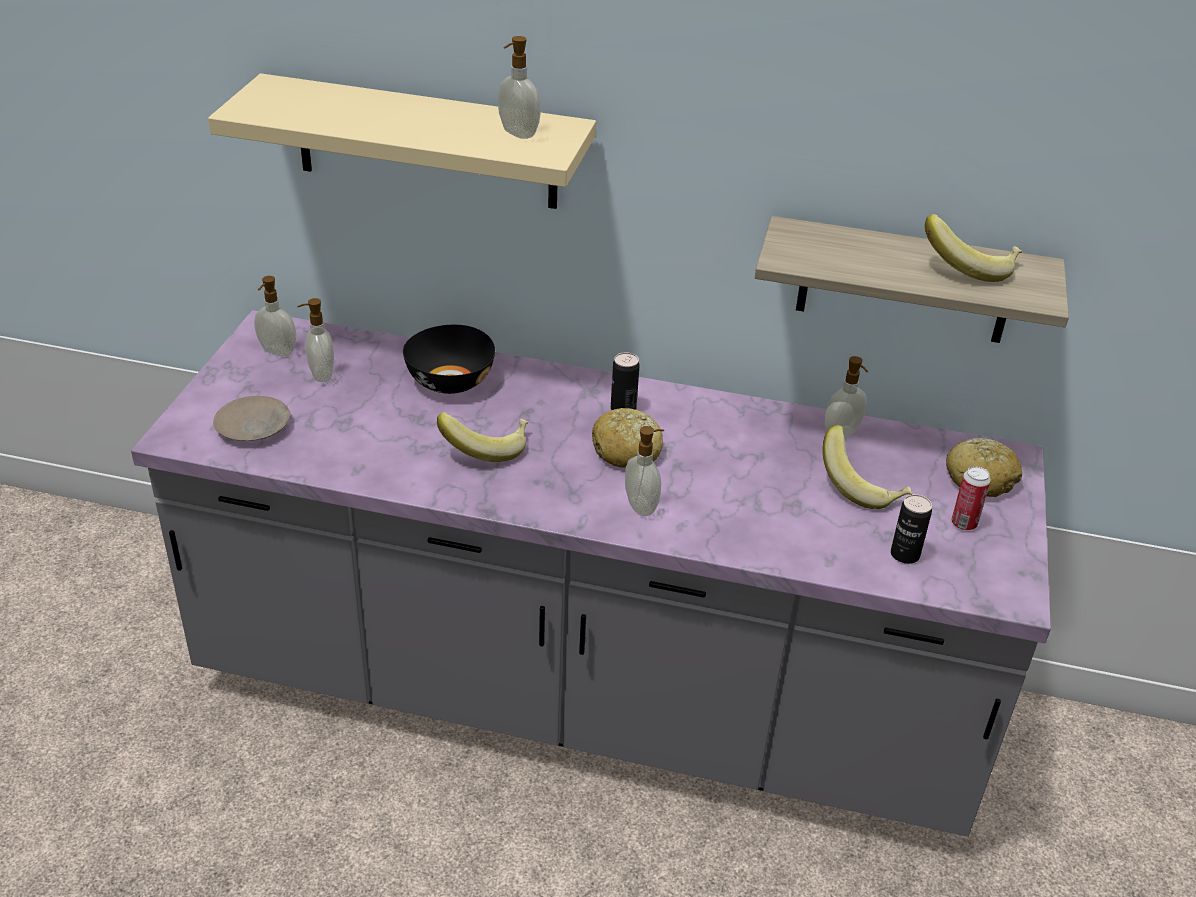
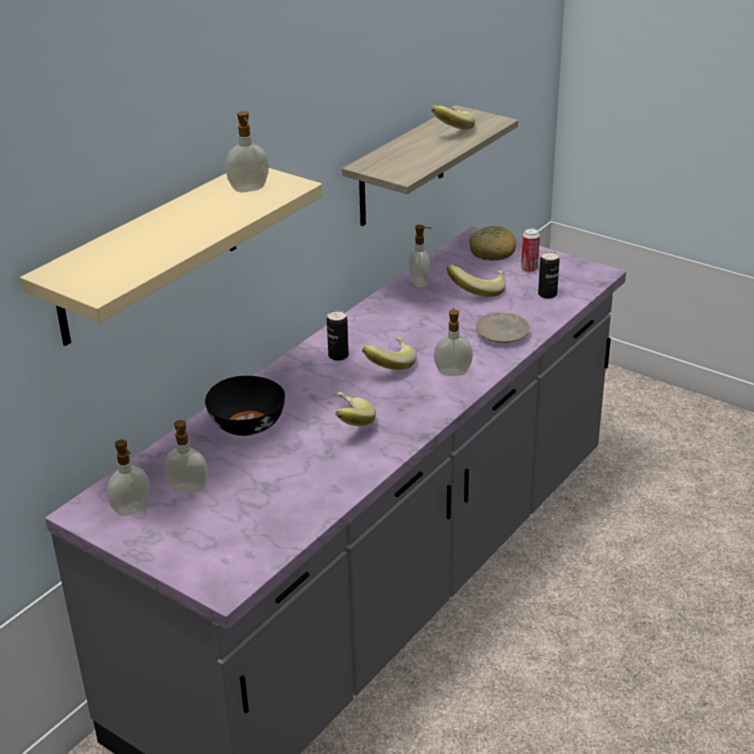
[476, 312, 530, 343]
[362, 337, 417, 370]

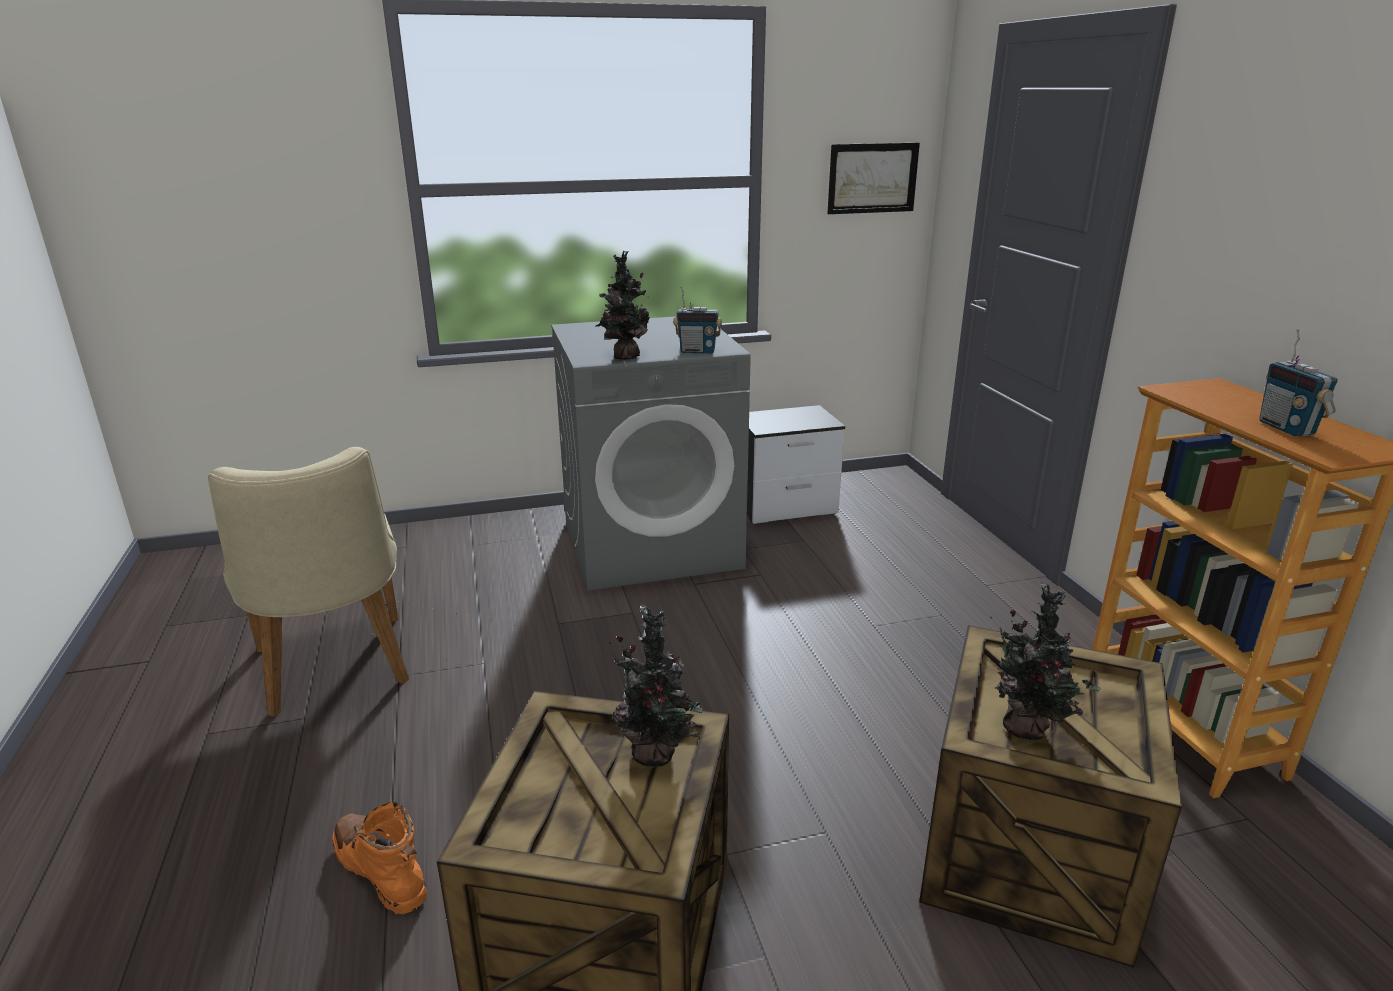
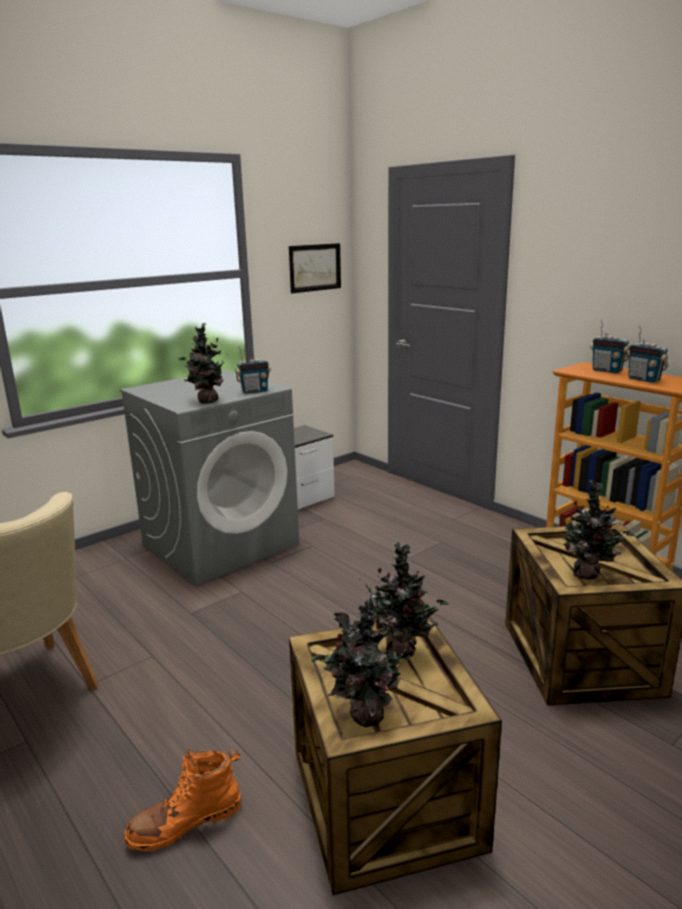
[124, 749, 241, 851]
[591, 320, 629, 373]
[311, 592, 415, 727]

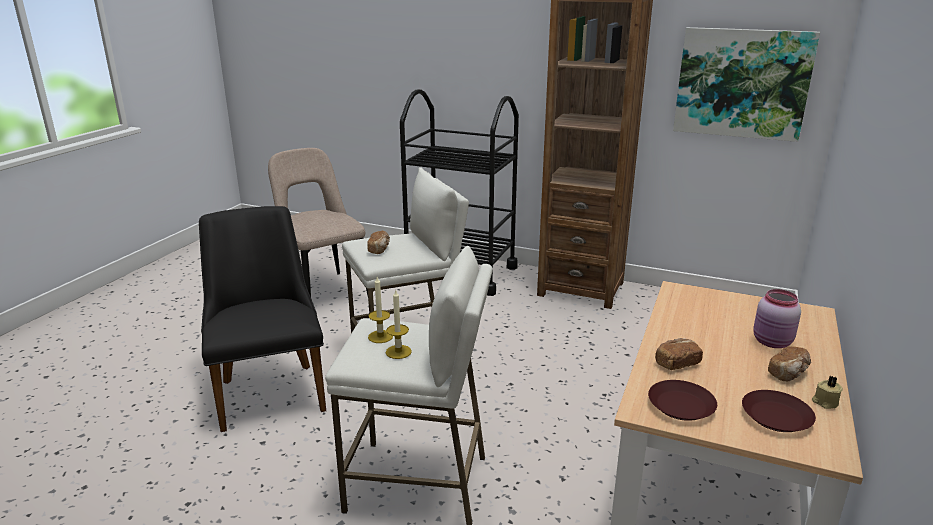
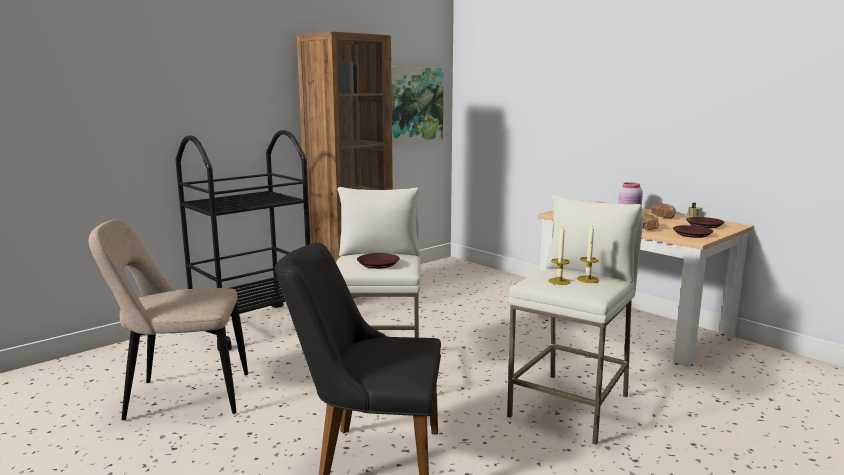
[357, 253, 400, 269]

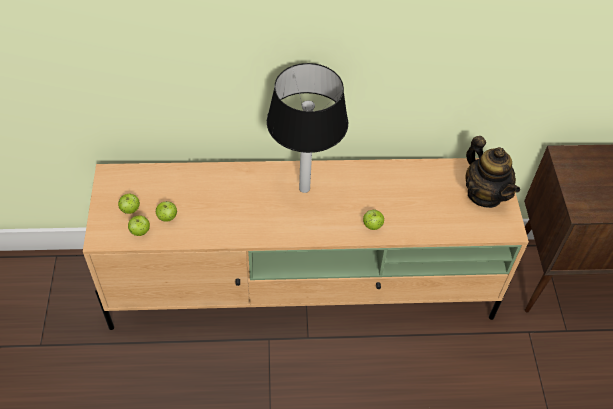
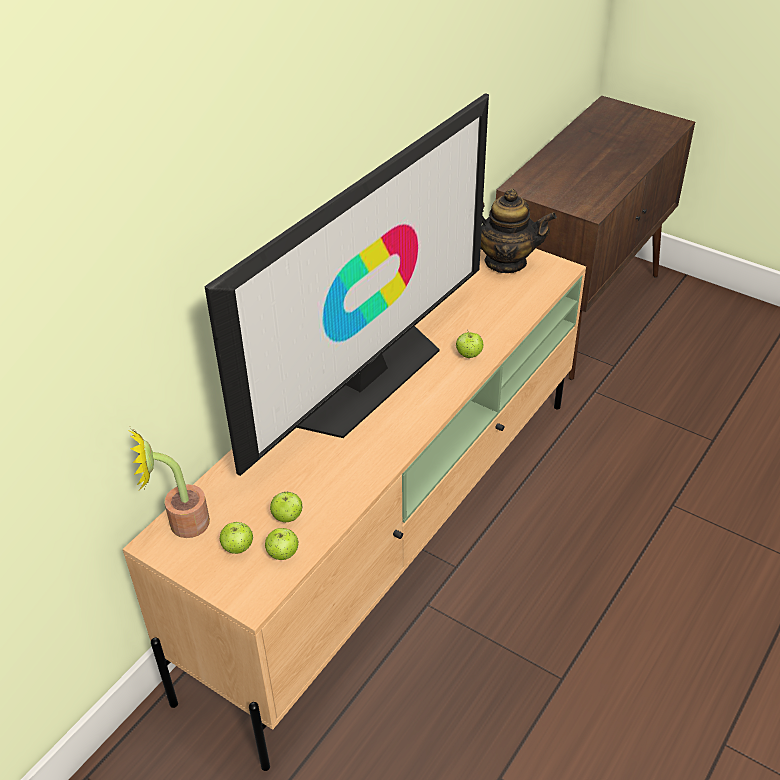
[204, 93, 489, 476]
[130, 429, 210, 538]

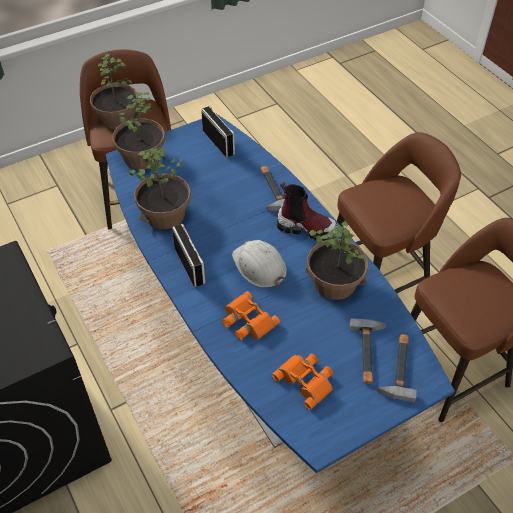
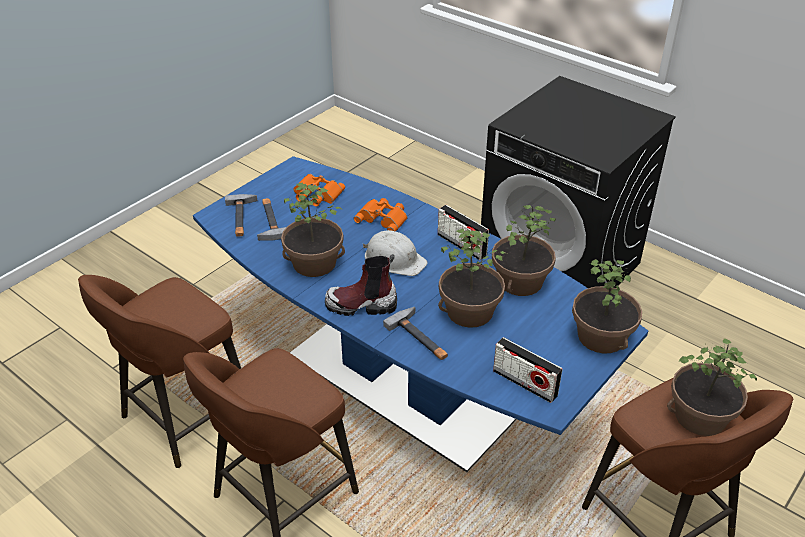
[438, 229, 507, 328]

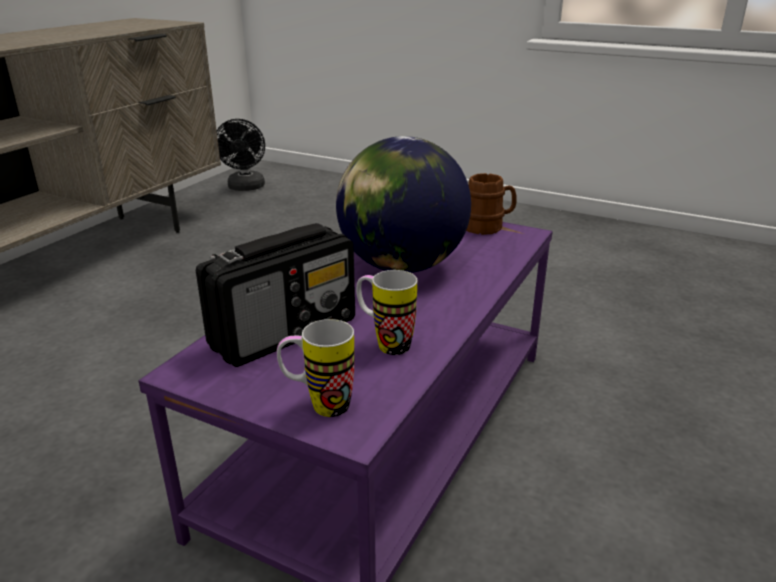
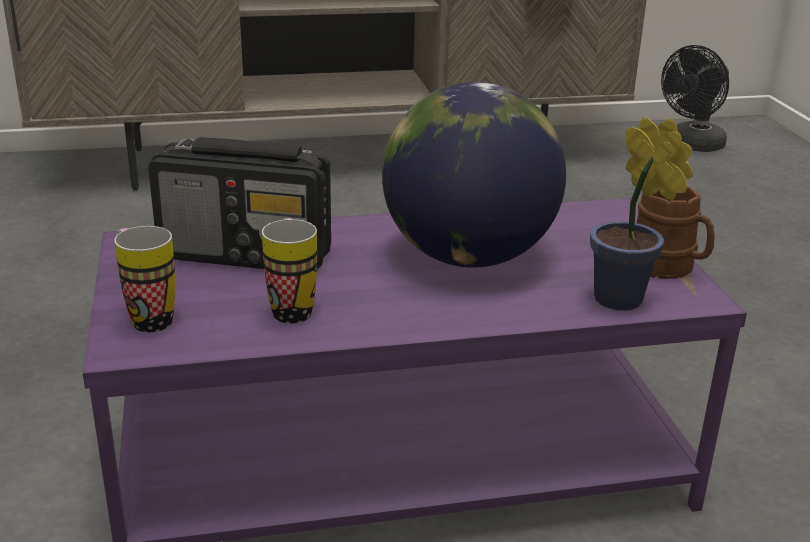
[590, 117, 693, 310]

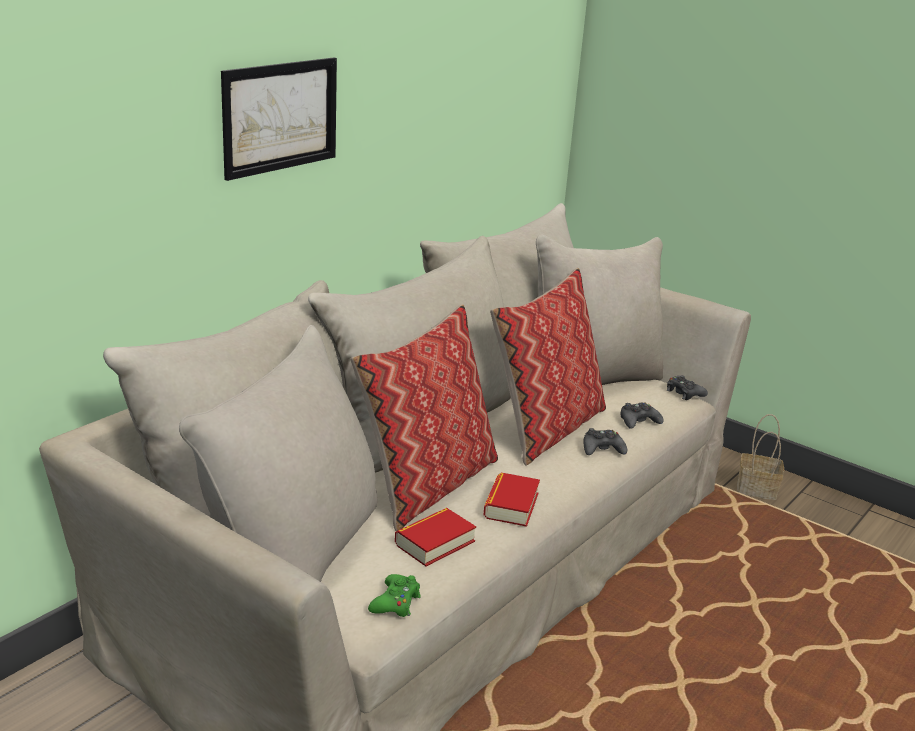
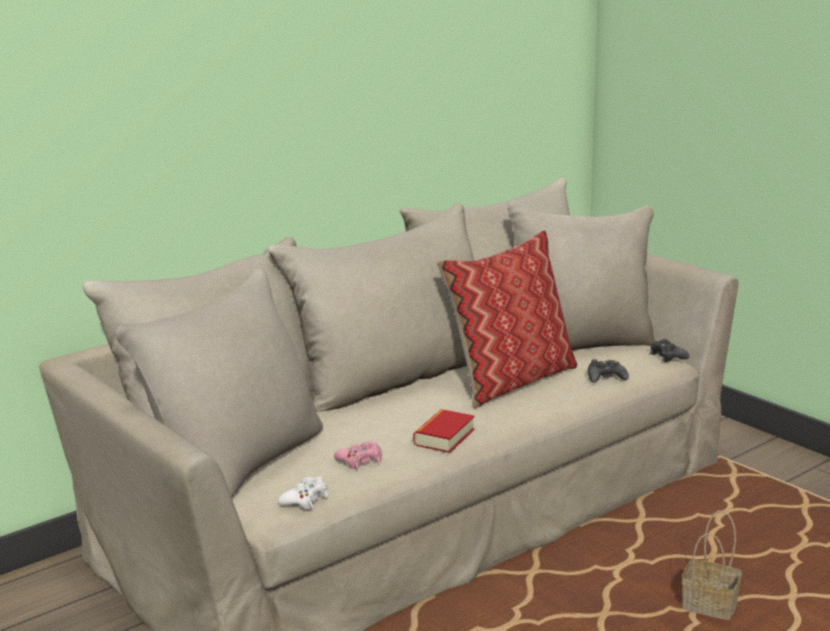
[221, 58, 337, 181] (first image)
[350, 304, 498, 531] (first image)
[681, 511, 742, 620]
[584, 428, 627, 455] (first image)
[334, 441, 382, 469]
[278, 477, 328, 509]

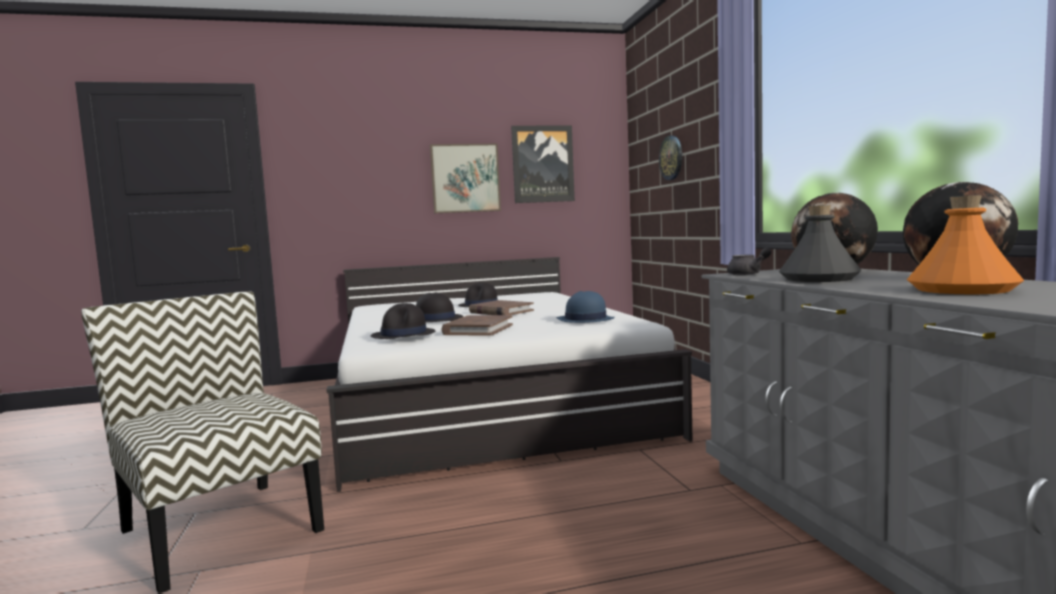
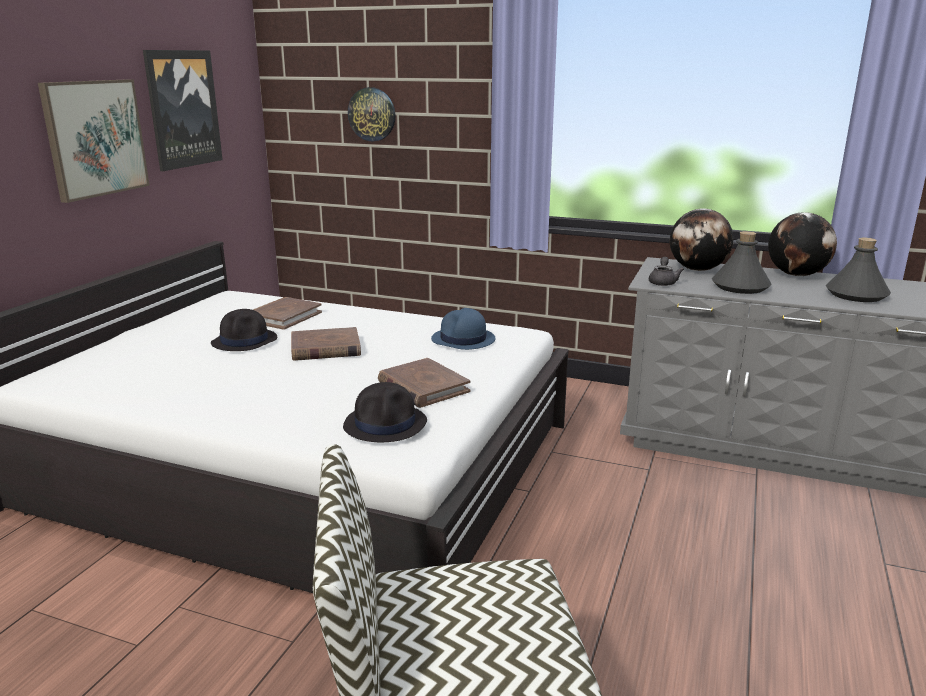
[826, 238, 891, 302]
[416, 292, 463, 322] (first image)
[253, 297, 322, 330]

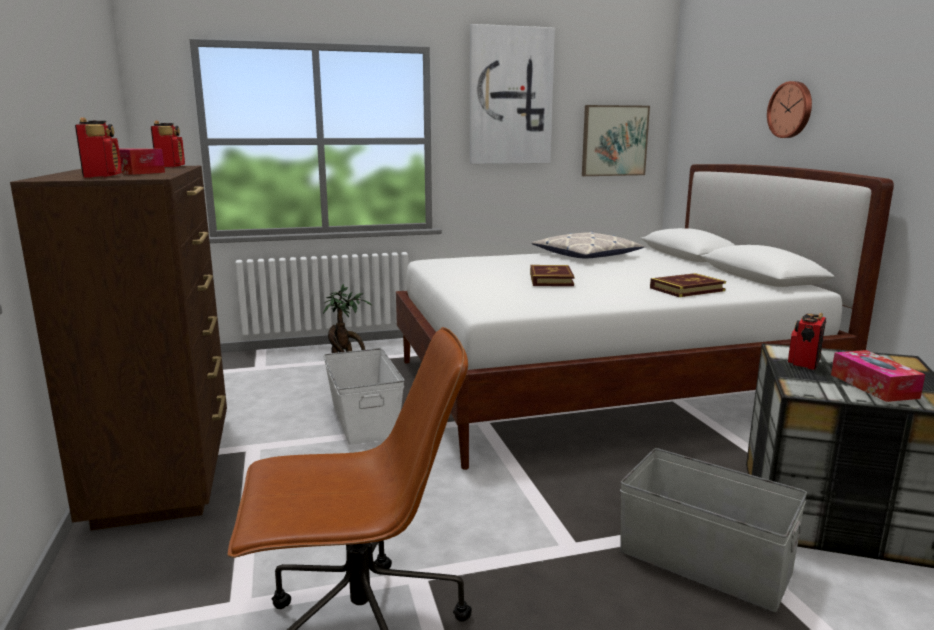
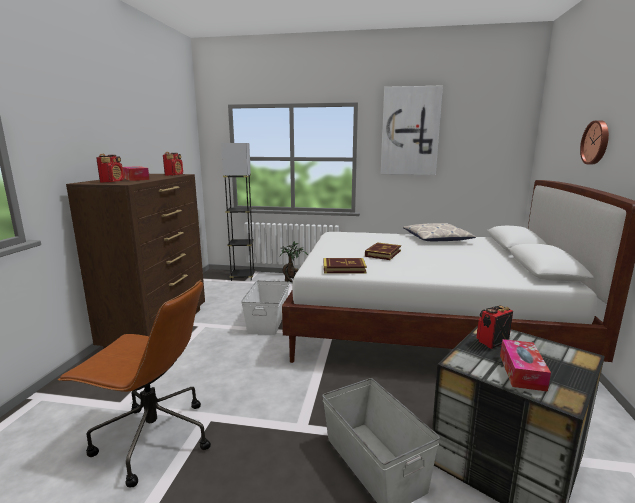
[582, 105, 650, 176] (first image)
[324, 258, 367, 274]
[221, 143, 255, 281]

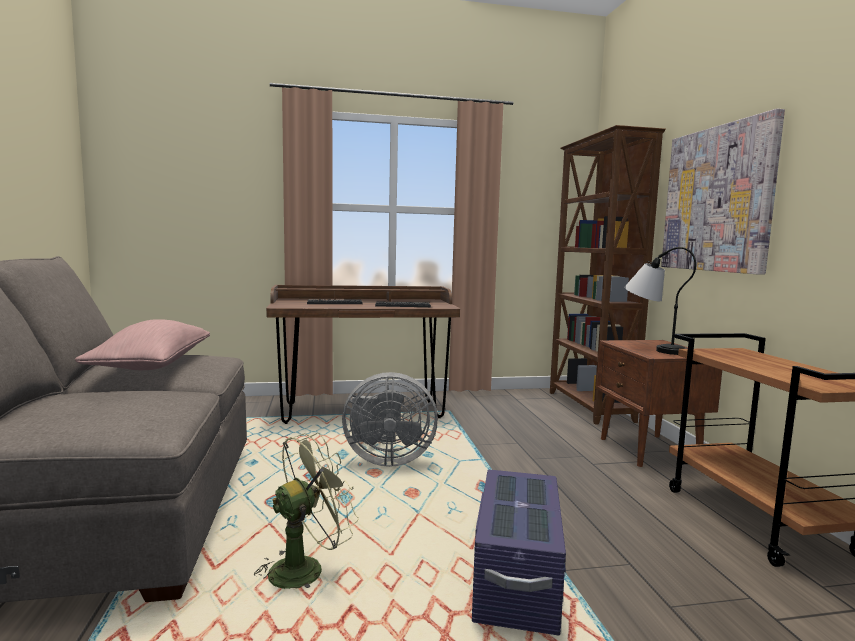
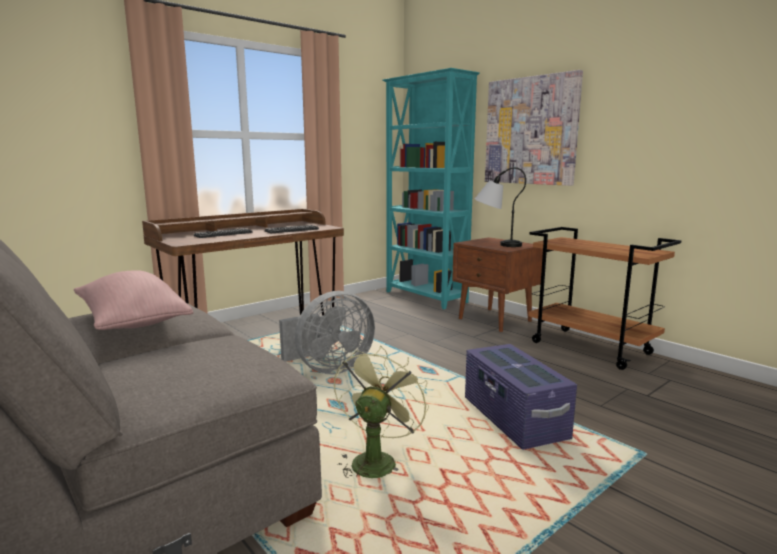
[383, 68, 480, 309]

